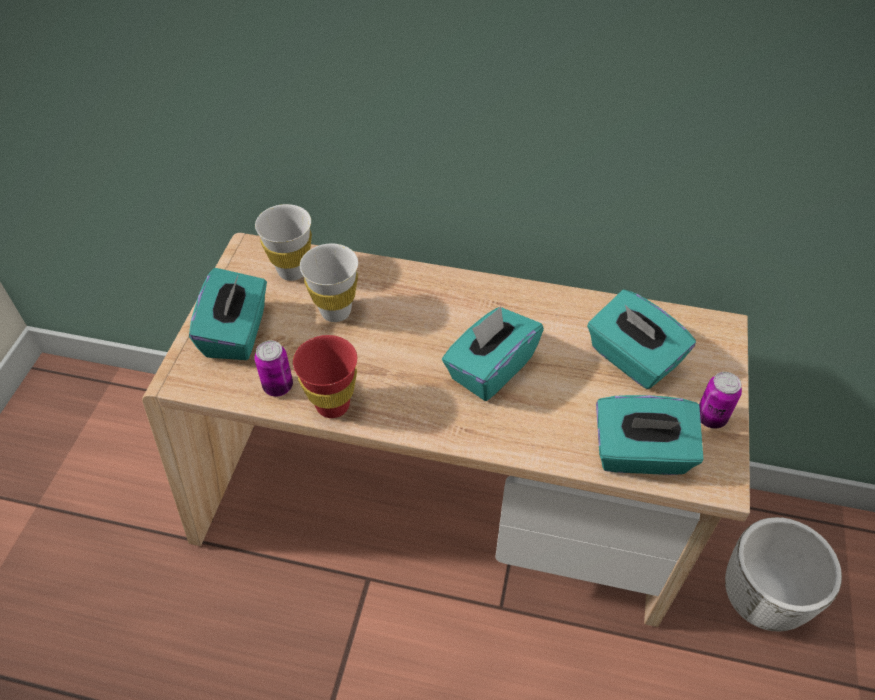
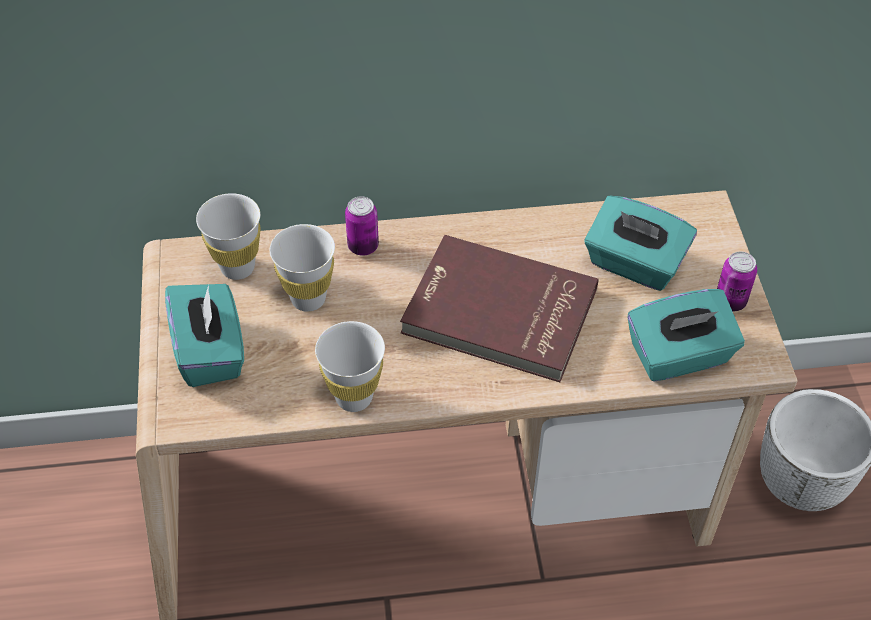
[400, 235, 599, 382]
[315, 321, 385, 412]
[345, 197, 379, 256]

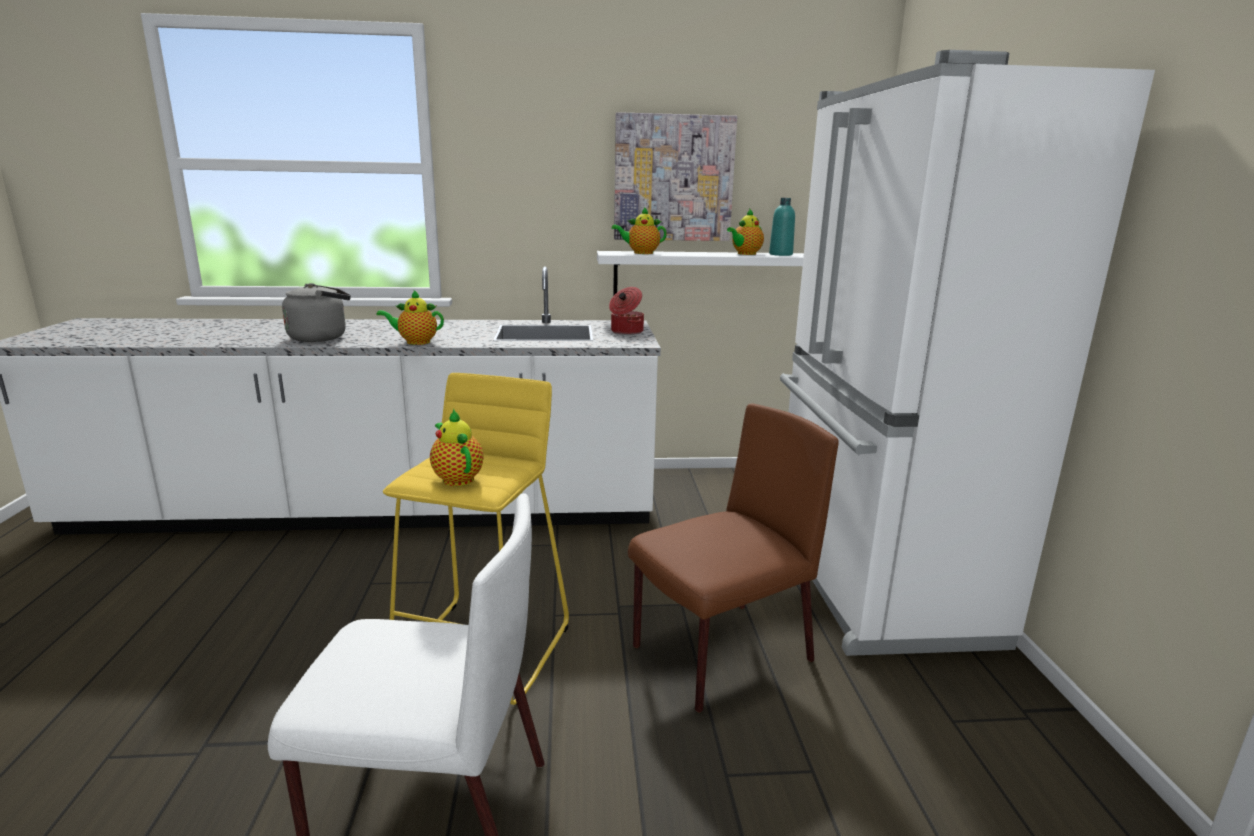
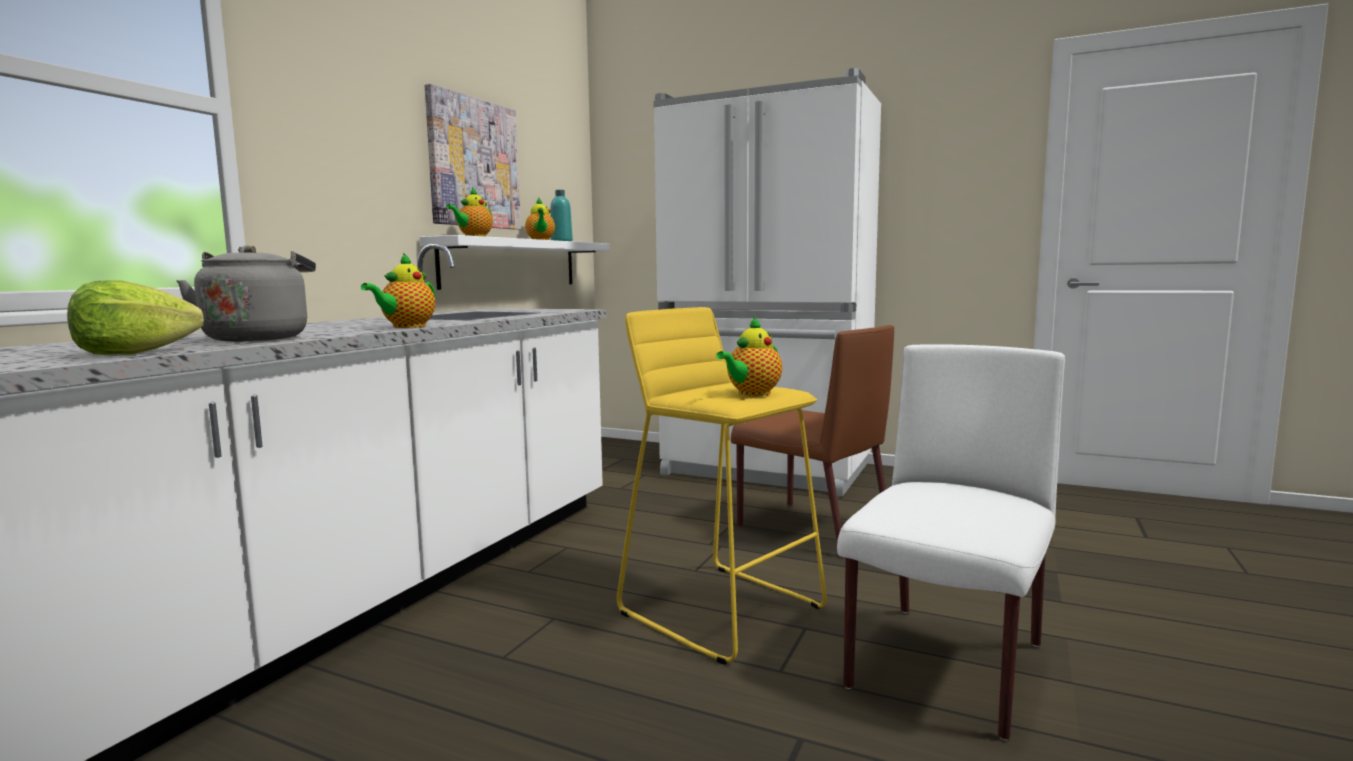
[609, 287, 644, 335] (first image)
[731, 325, 894, 558]
[716, 316, 782, 396]
[67, 280, 204, 355]

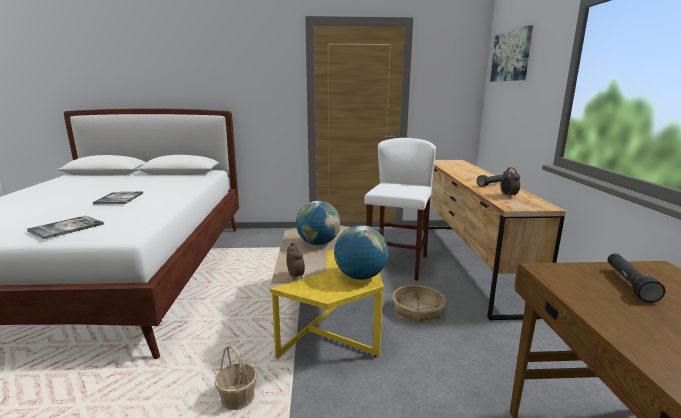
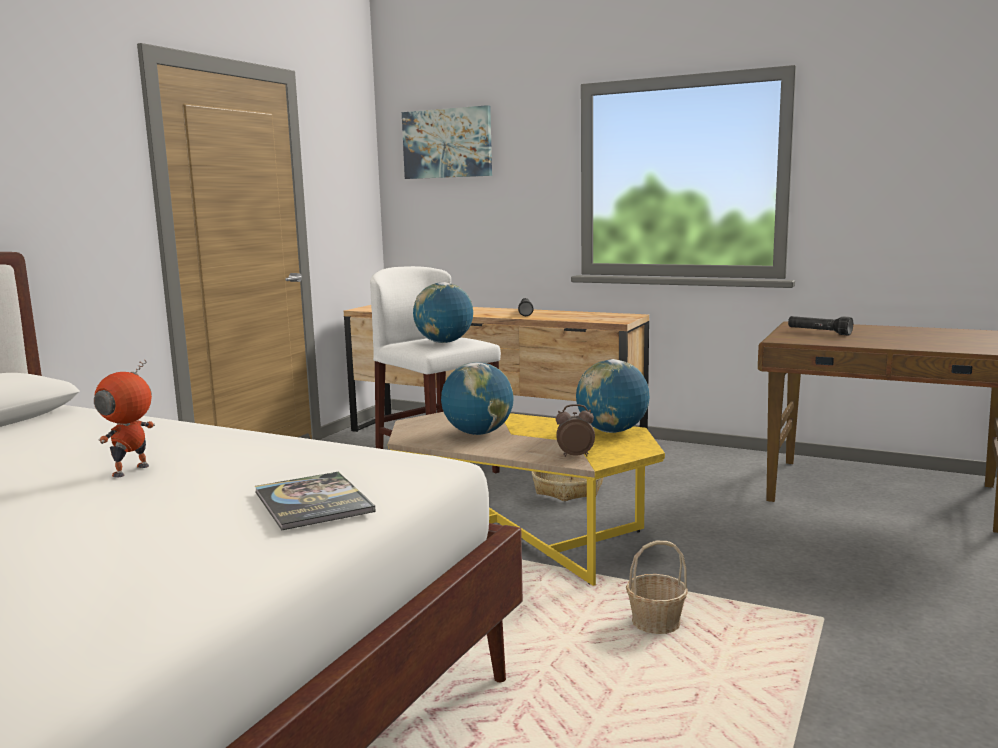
[500, 167, 520, 198] (first image)
[94, 360, 155, 478]
[413, 282, 473, 343]

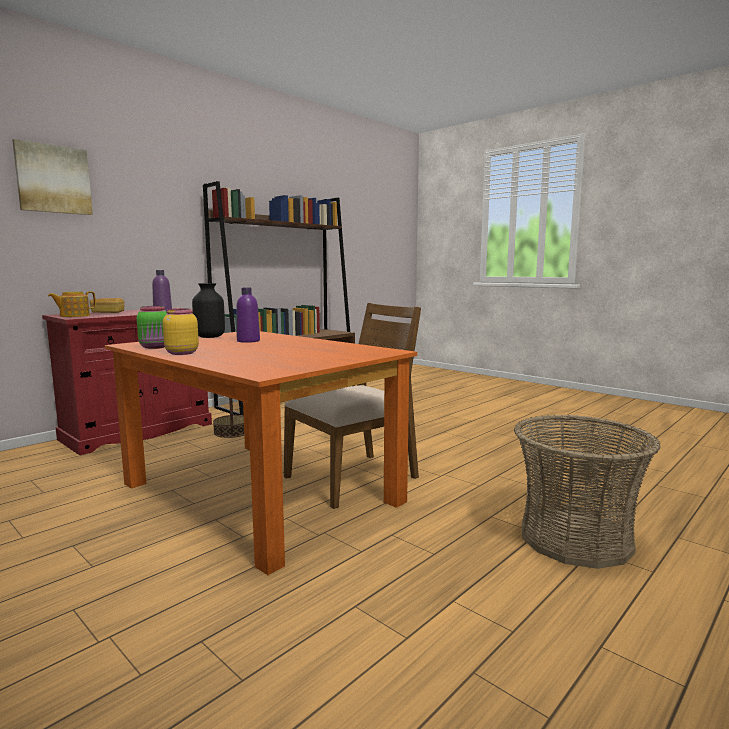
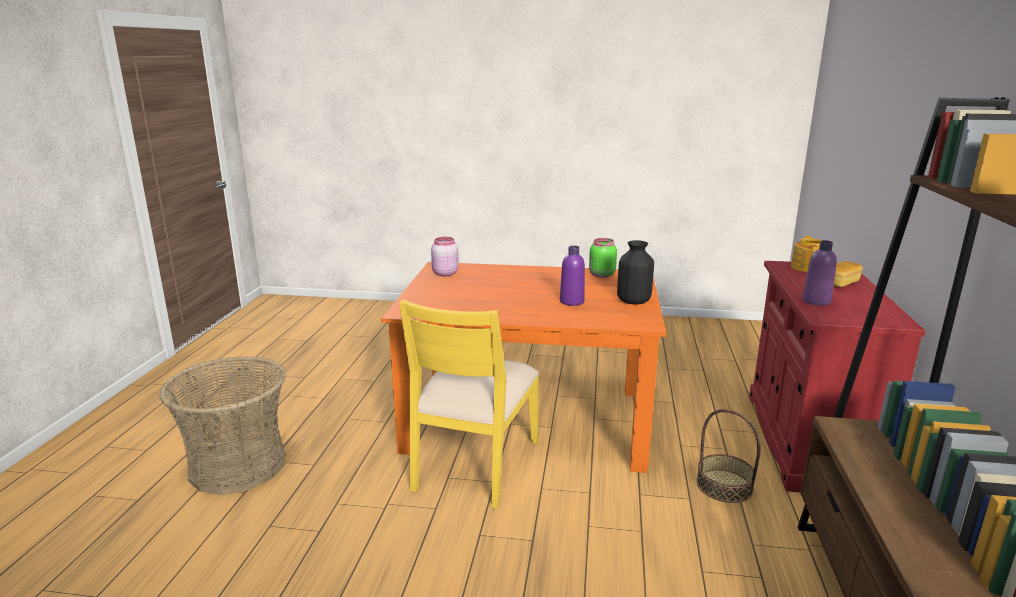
[12, 139, 93, 215] (first image)
[399, 300, 539, 509]
[163, 309, 199, 355] (first image)
[431, 237, 459, 276]

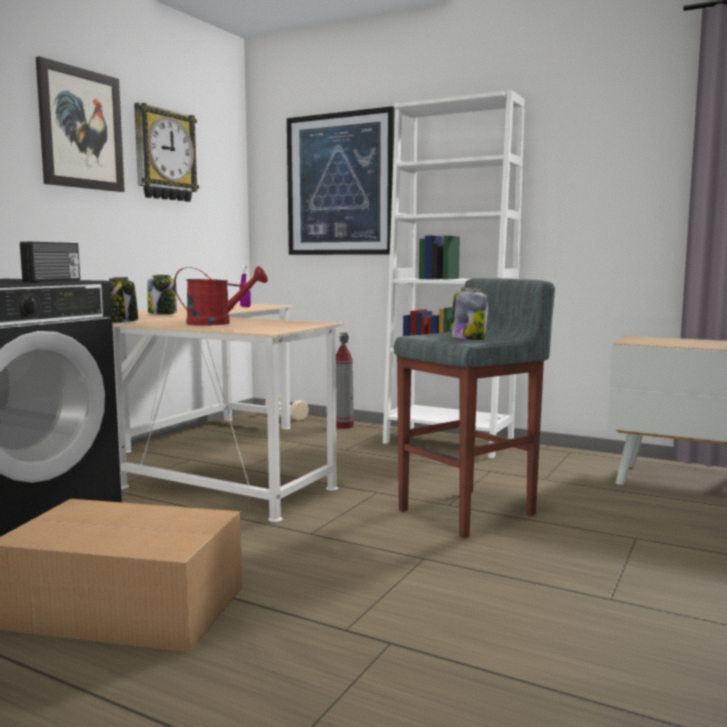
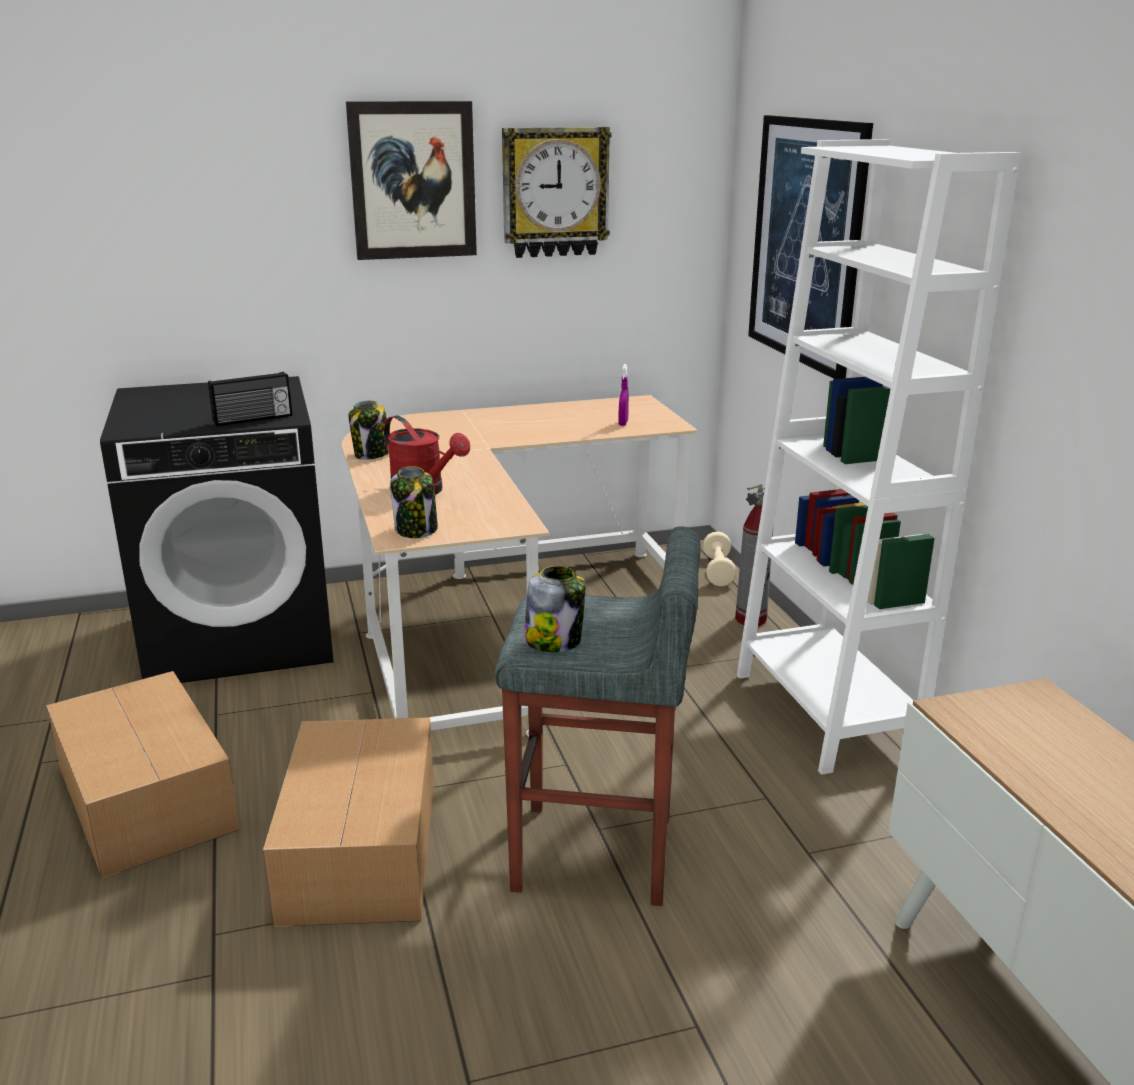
[390, 466, 438, 538]
[263, 717, 434, 927]

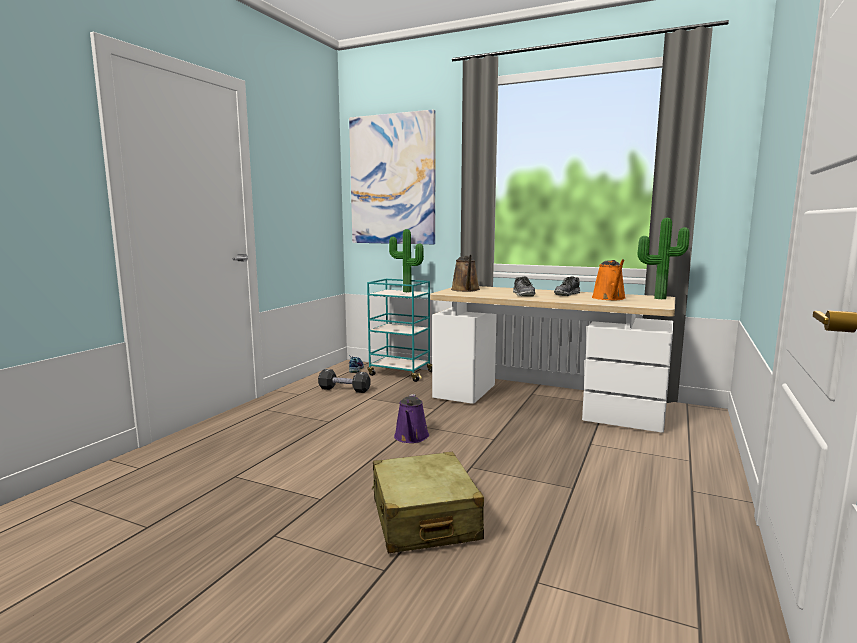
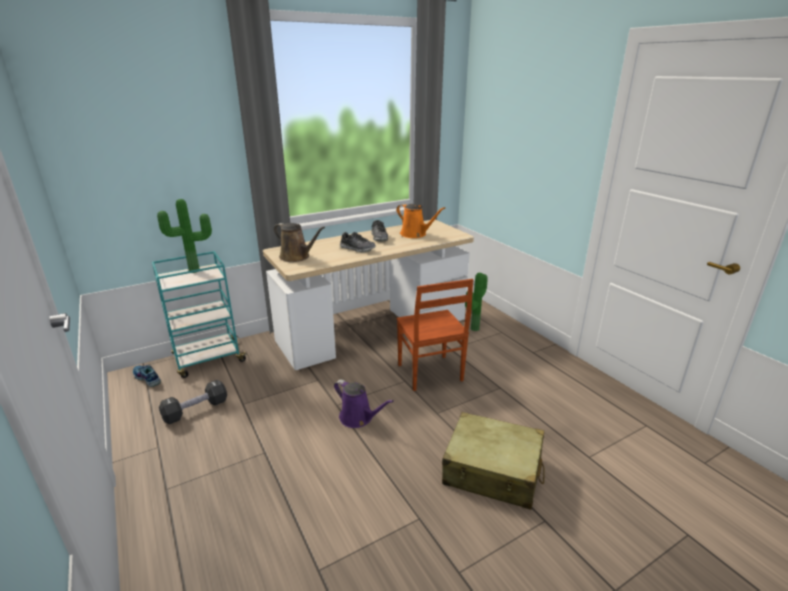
[349, 109, 436, 244] (first image)
[465, 273, 488, 331]
[397, 279, 473, 391]

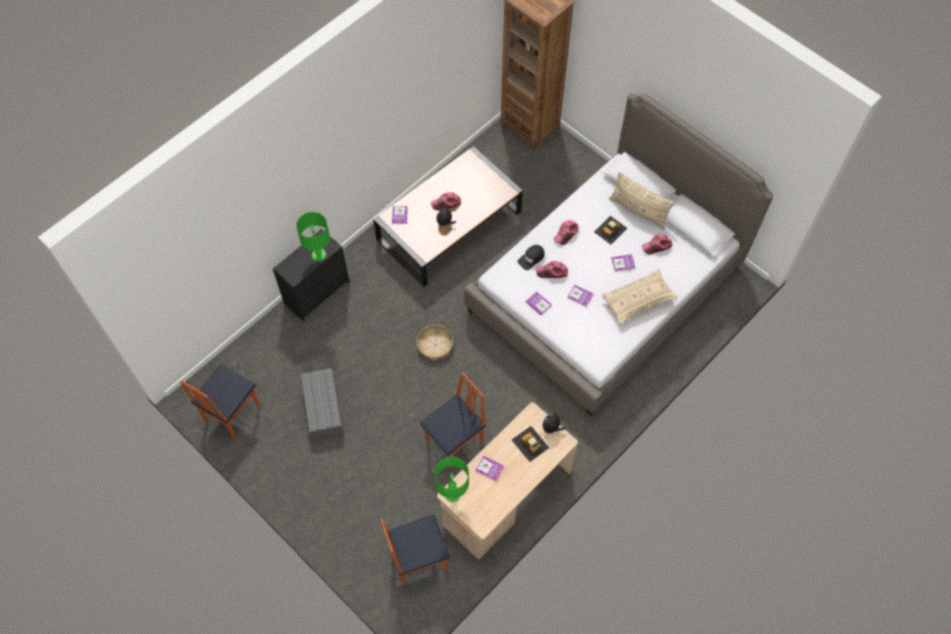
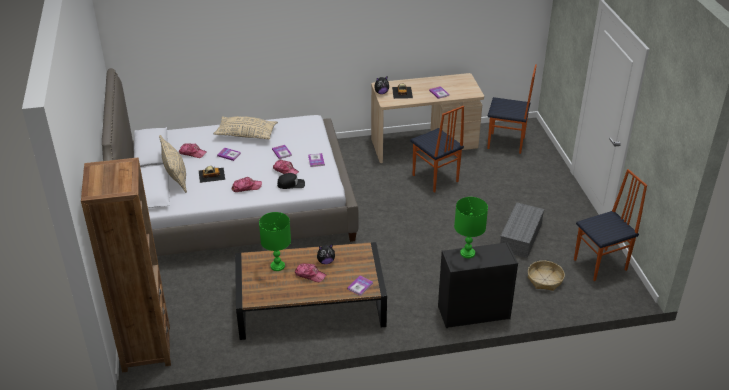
[528, 261, 565, 291]
[410, 106, 464, 193]
[259, 212, 291, 271]

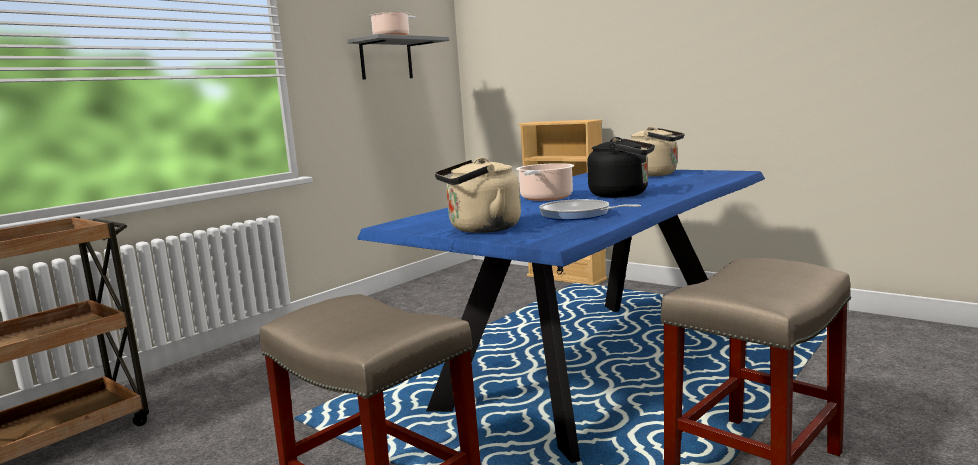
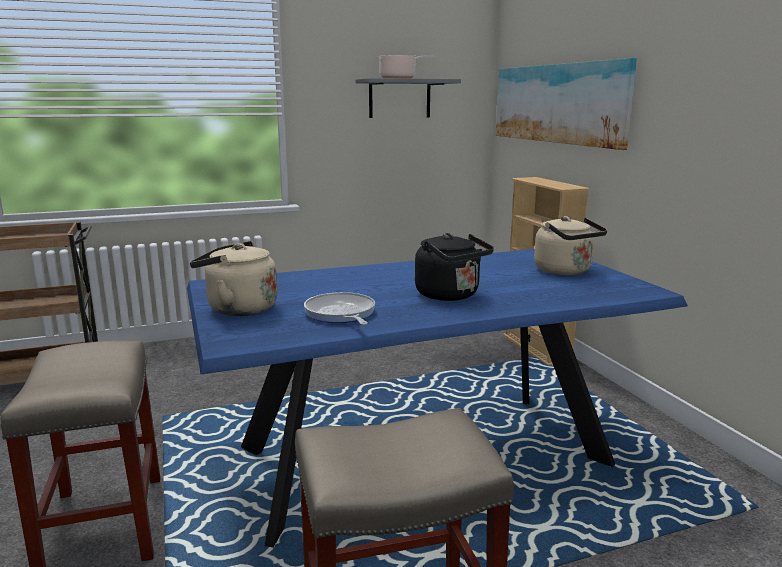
[516, 163, 574, 201] (first image)
[496, 58, 637, 150]

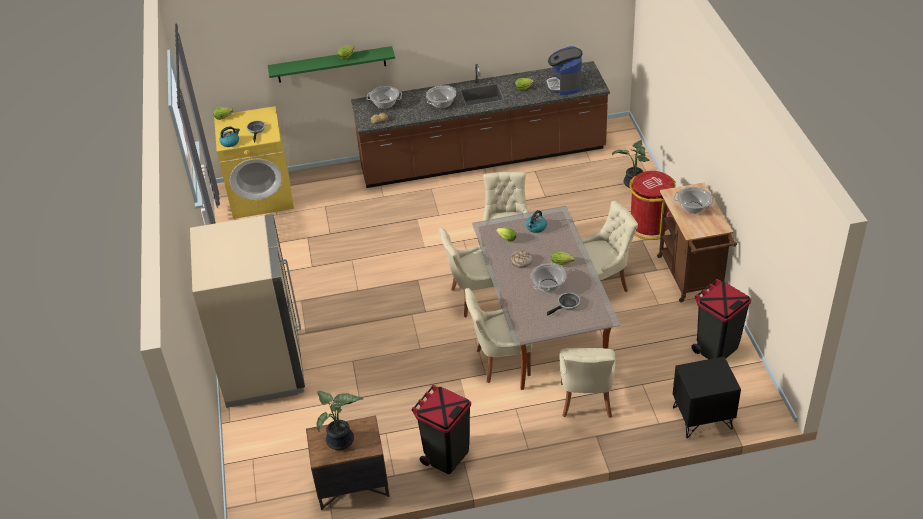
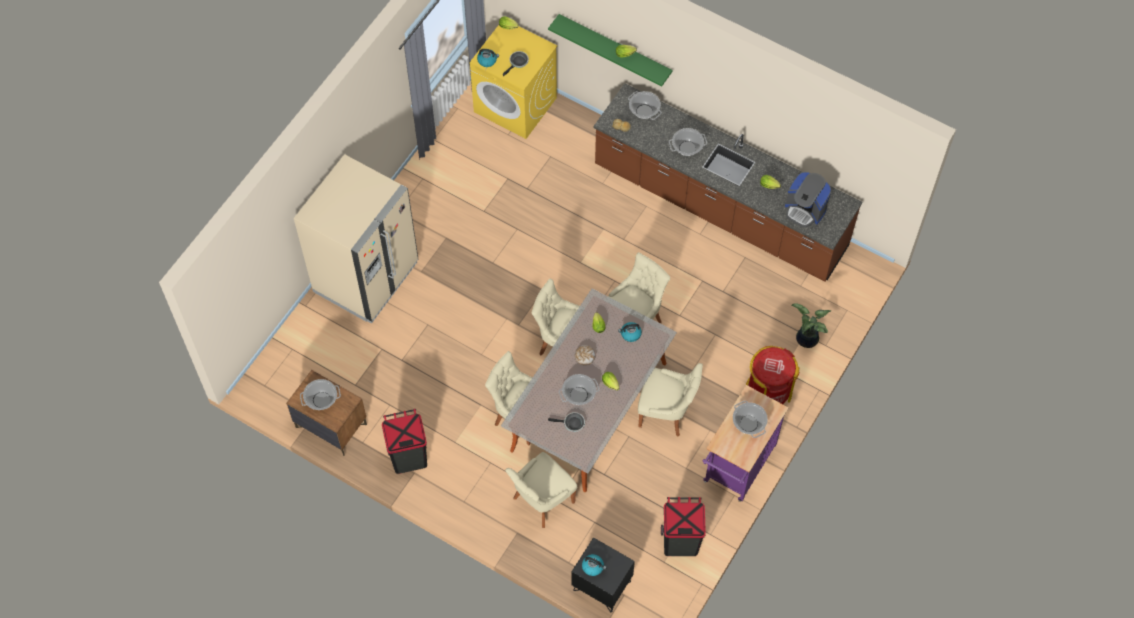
[785, 172, 831, 228]
[703, 385, 788, 502]
[300, 379, 341, 410]
[582, 554, 606, 576]

